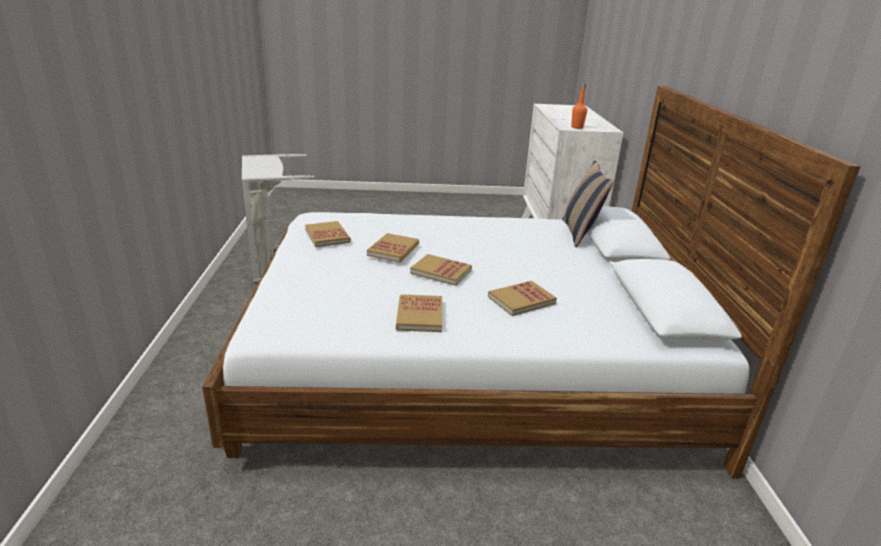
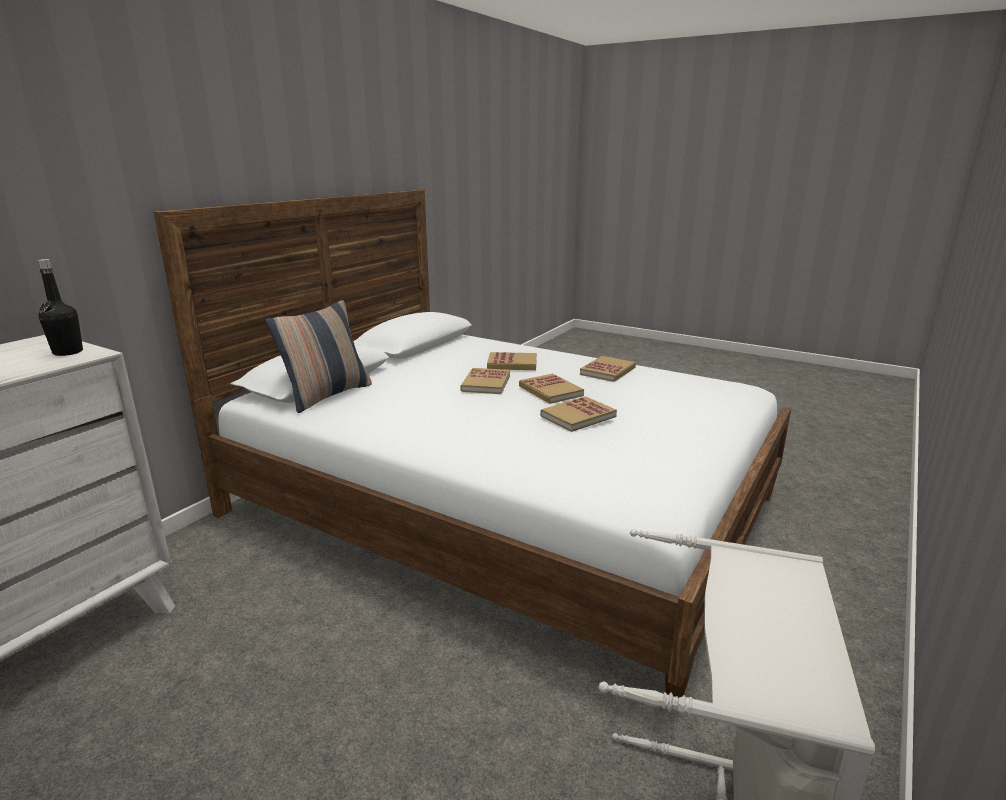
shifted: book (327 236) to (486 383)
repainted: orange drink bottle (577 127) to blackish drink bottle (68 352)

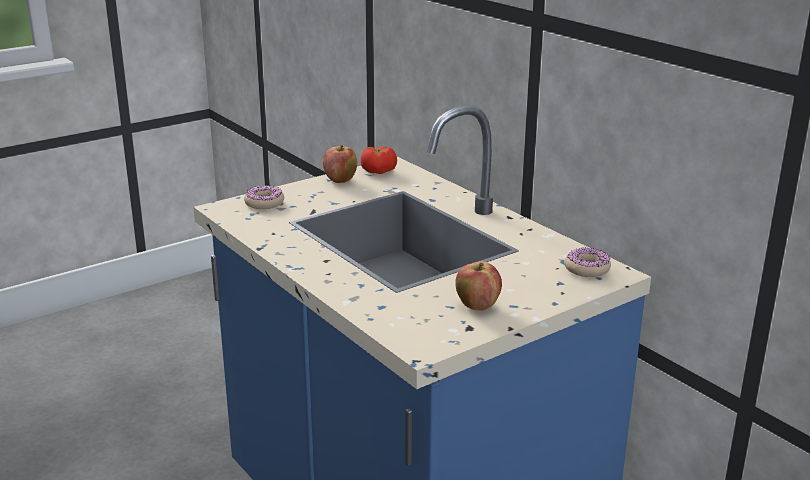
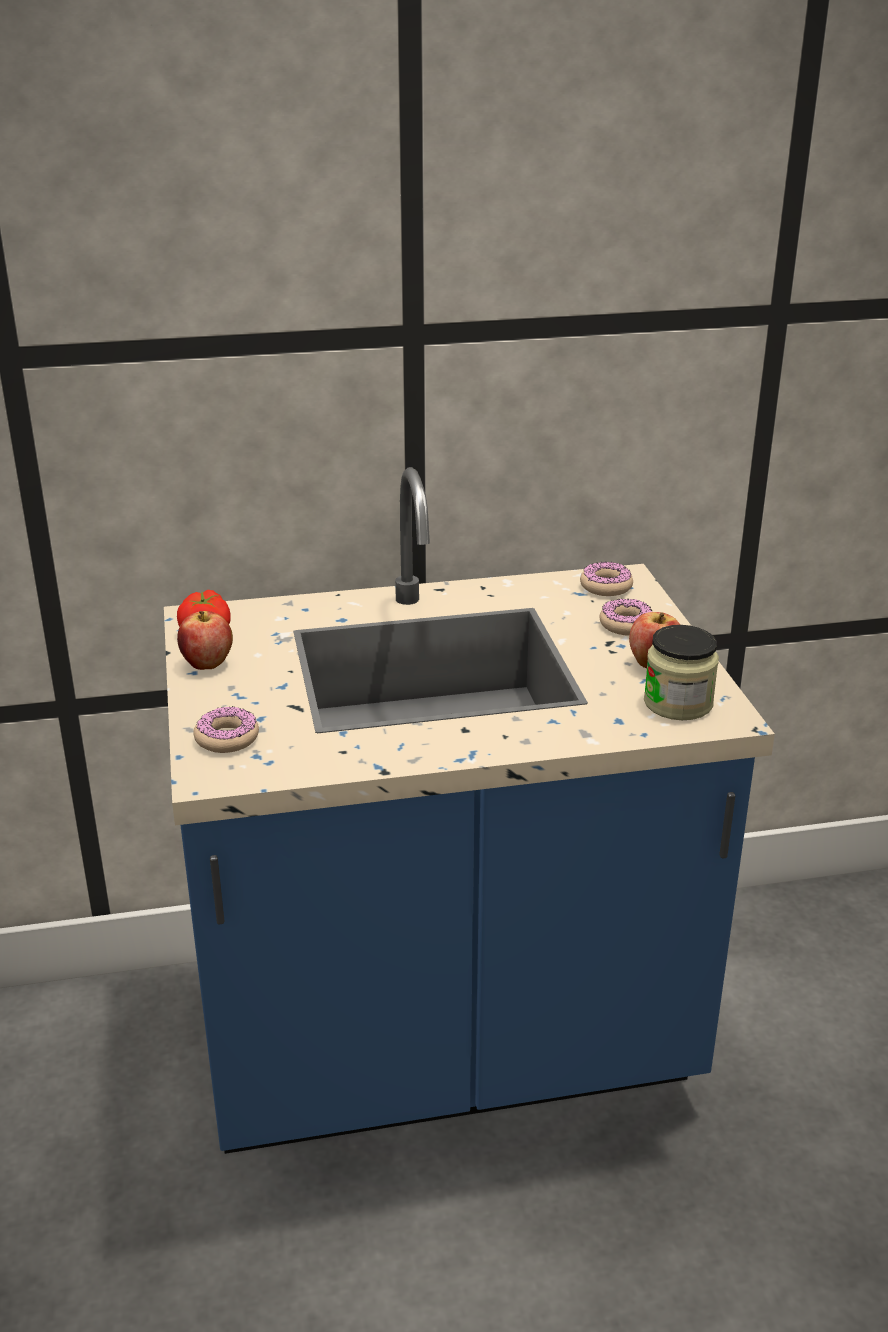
new: doughnut (626 625); storage jar (678 703)

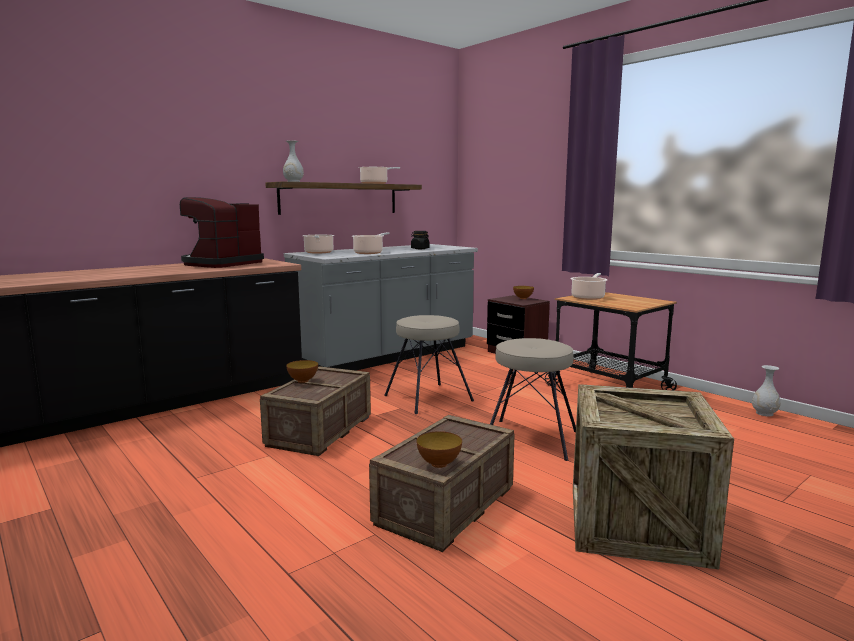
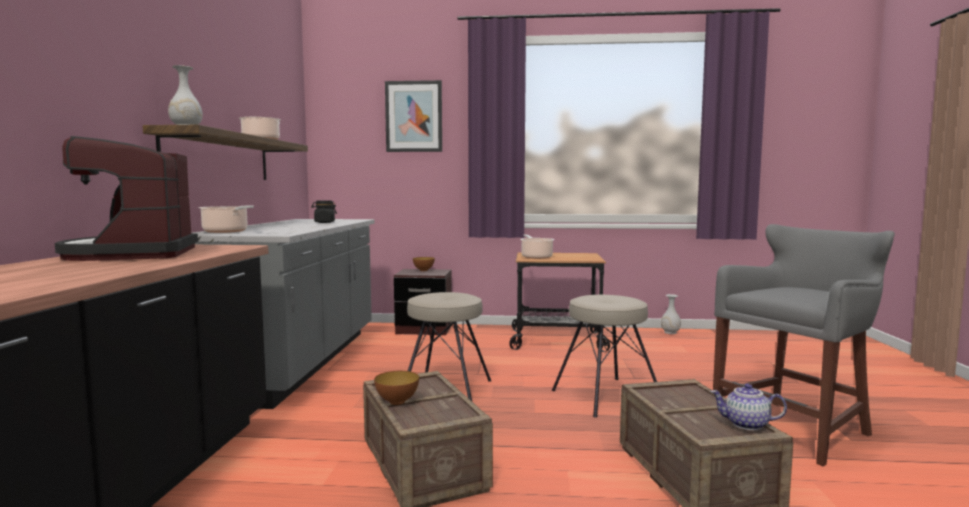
gone: stockpot (369 253)
new: wall picture (414 116)
swapped: packing crate (636 523) to greyish stool (795 428); serving bowl (439 464) to teapot (746 424)

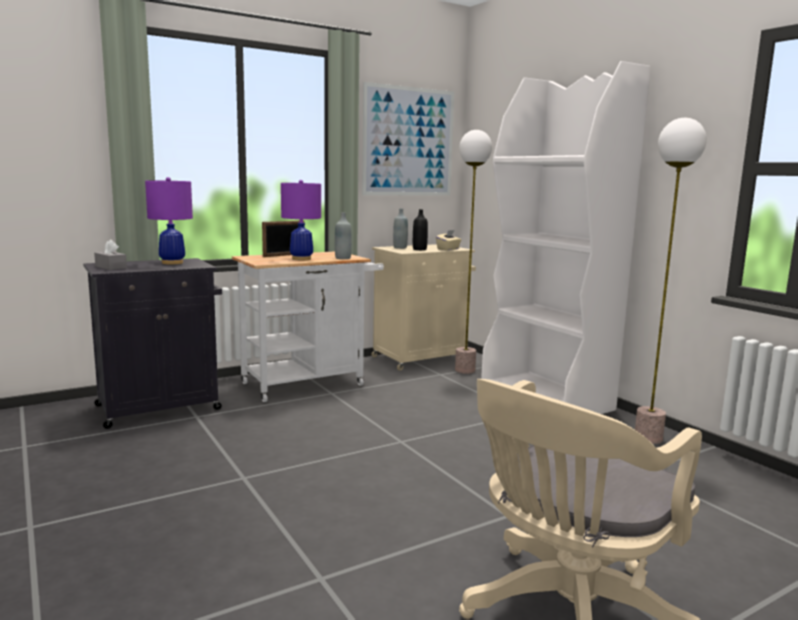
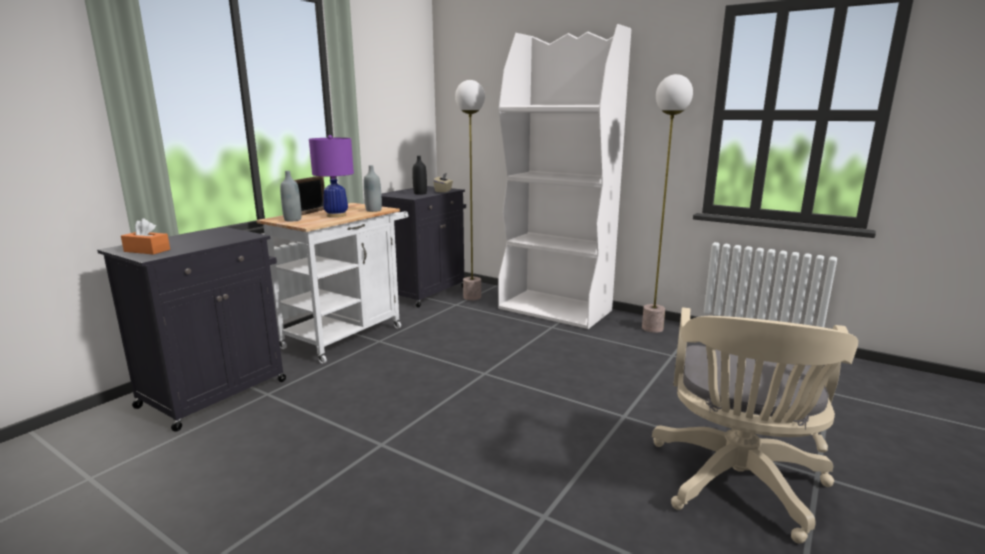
gone: wall picture (408 142); purple-coloured tabletop lamp (172 263)
shifted: greyish drink bottle (400 247) to (292 220)
repainted: greyish tissue holder (111 267) to orange tissue holder (147 250); sand-coloured cupboard (421 358) to blackish cupboard (425 292)

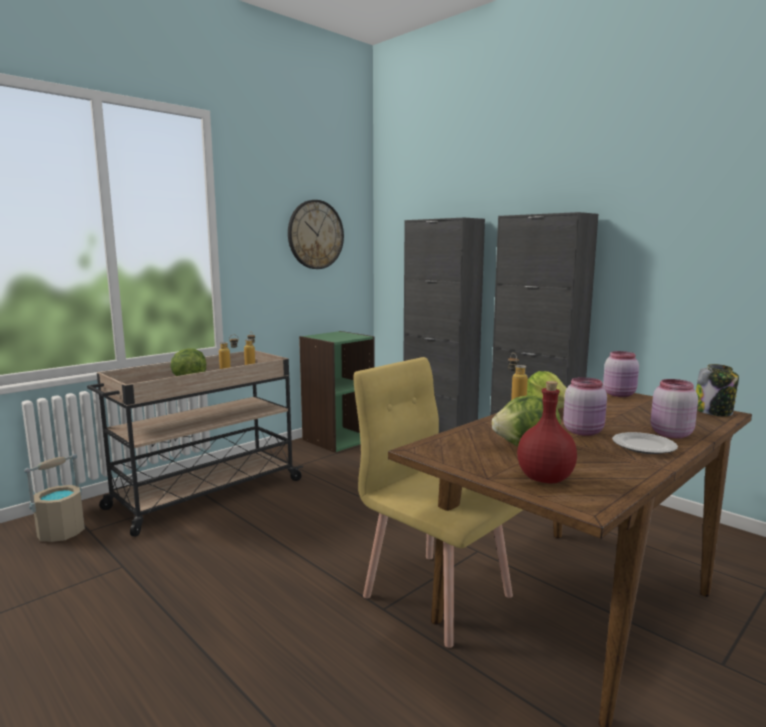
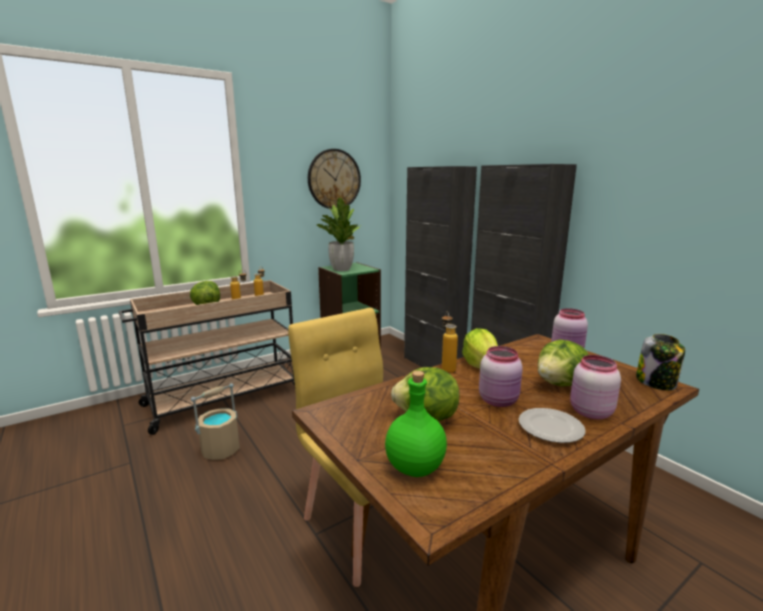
new: houseplant (341 269); head of lettuce (561 384)
shifted: sand-coloured water bucket (61 532) to (221 449)
repainted: red drink bottle (546 479) to green-coloured drink bottle (416 468)

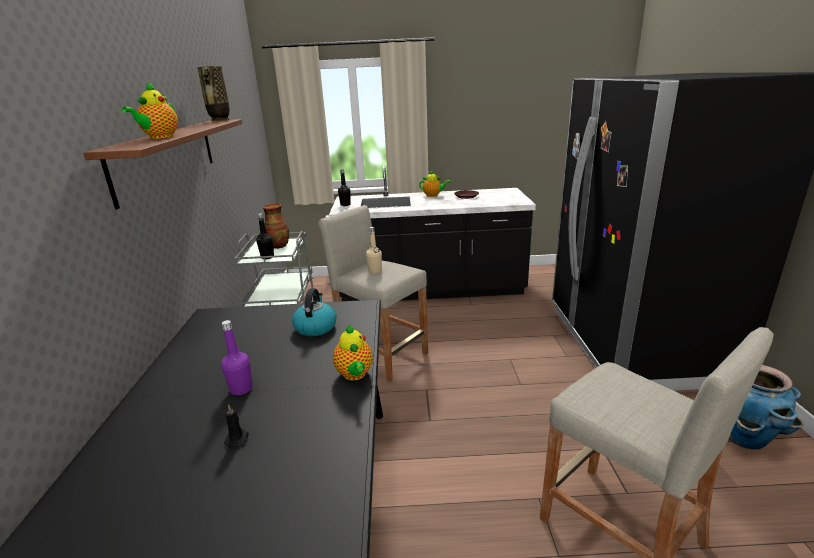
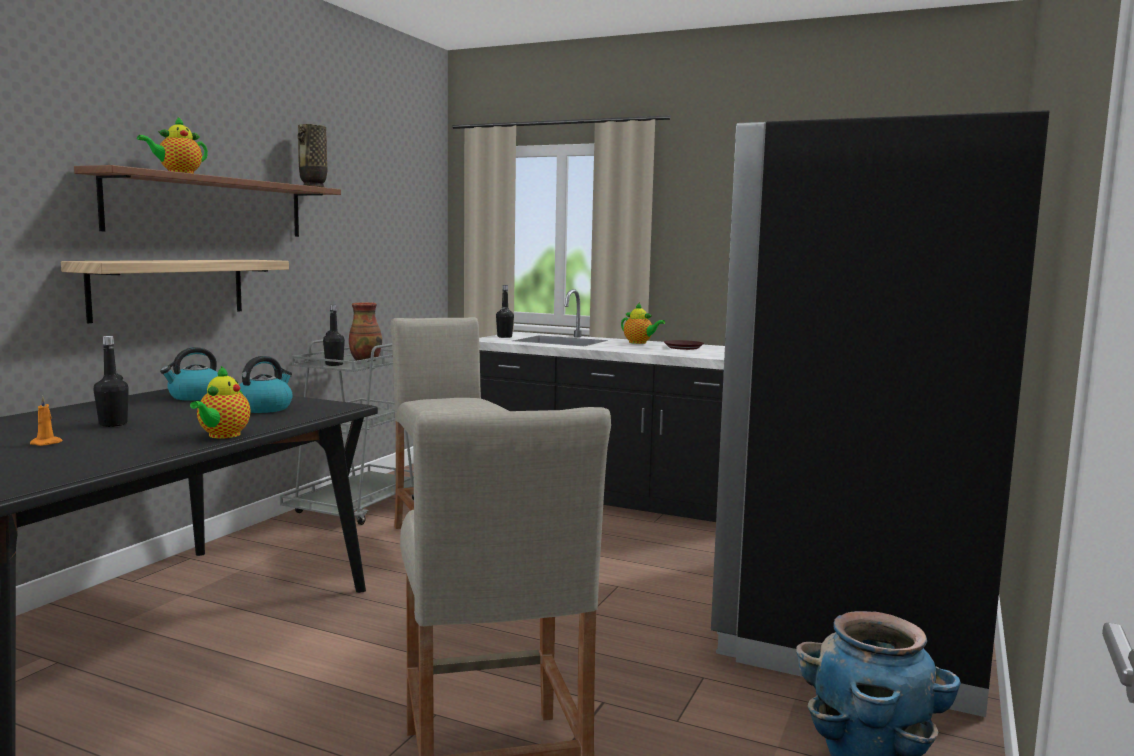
gone: sand-coloured drink bottle (375 271)
new: shelf (169 288); kettle (195 397)
repainted: purple-coloured drink bottle (241 389) to blackish drink bottle (113 424); blackish wax light (237 439) to orange wax light (47 443)

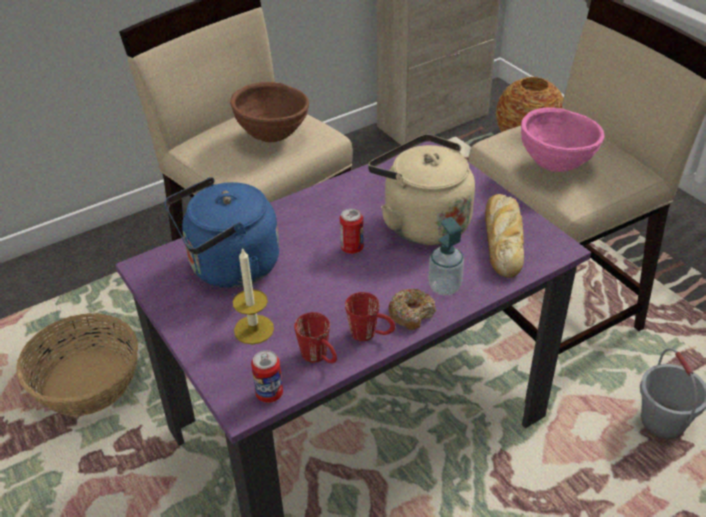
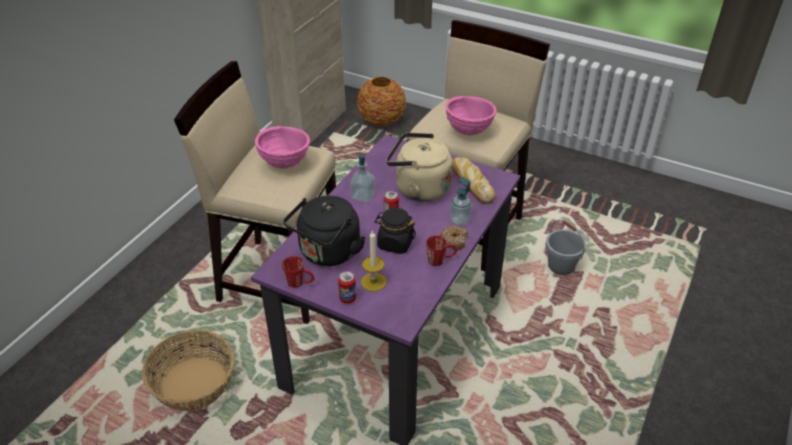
new: soap bottle (363 196); blackish storage jar (395 243)
shifted: red tea mug (320 358) to (300 283); can (269 394) to (348 298)
repainted: brown-coloured serving bowl (273 137) to pinkish serving bowl (285 164); bluish kettle (229 268) to blackish kettle (328 253)

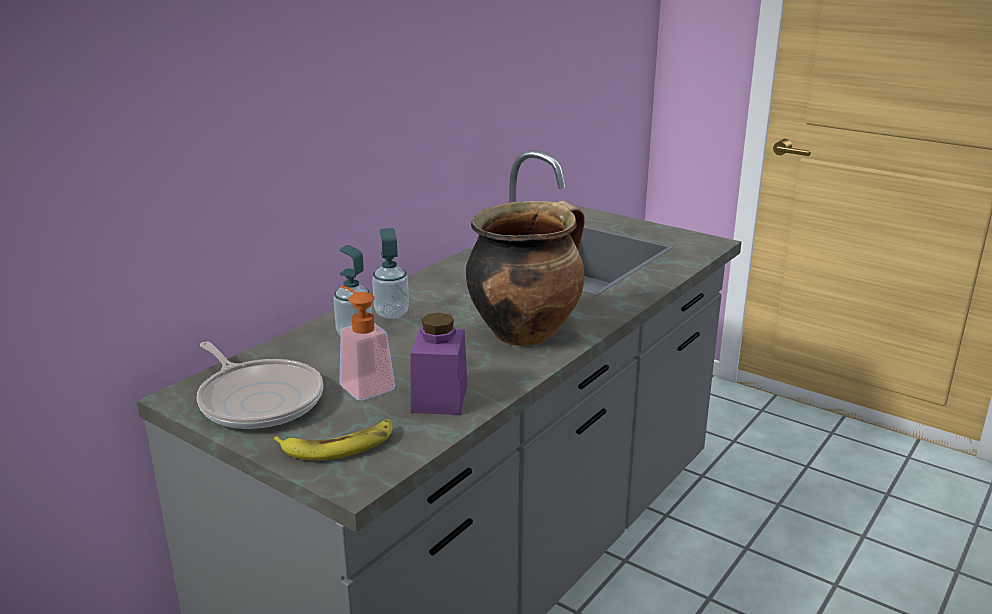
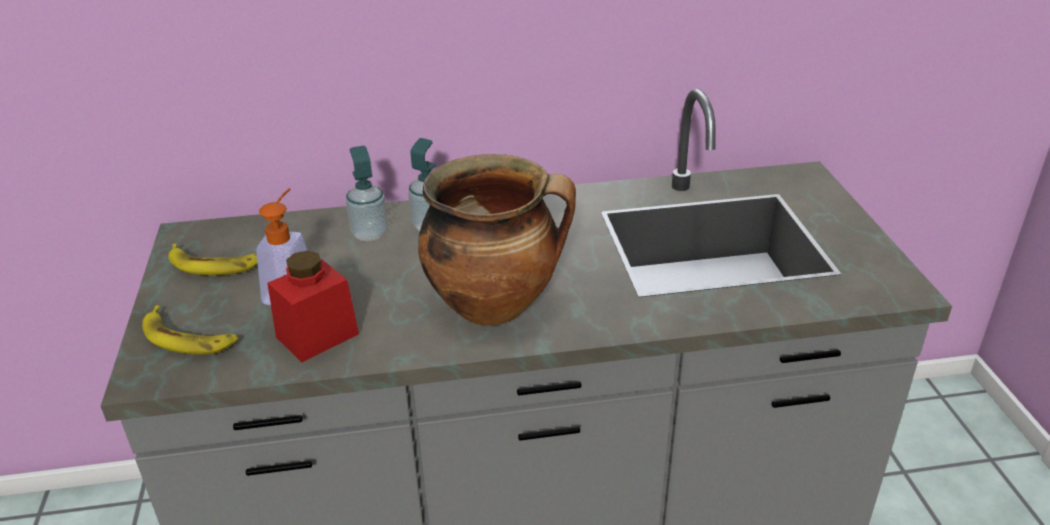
swapped: skillet (259 400) to whole banana (215 264)
repainted: purple-coloured storage jar (439 397) to red storage jar (317 335)

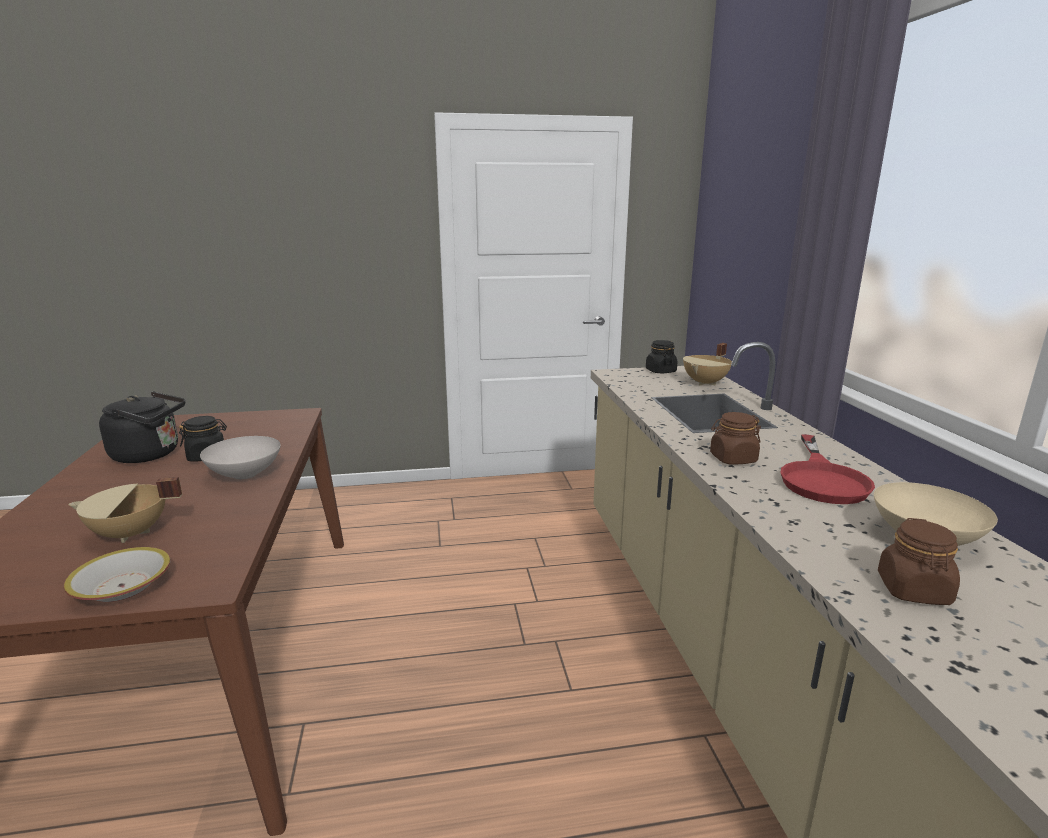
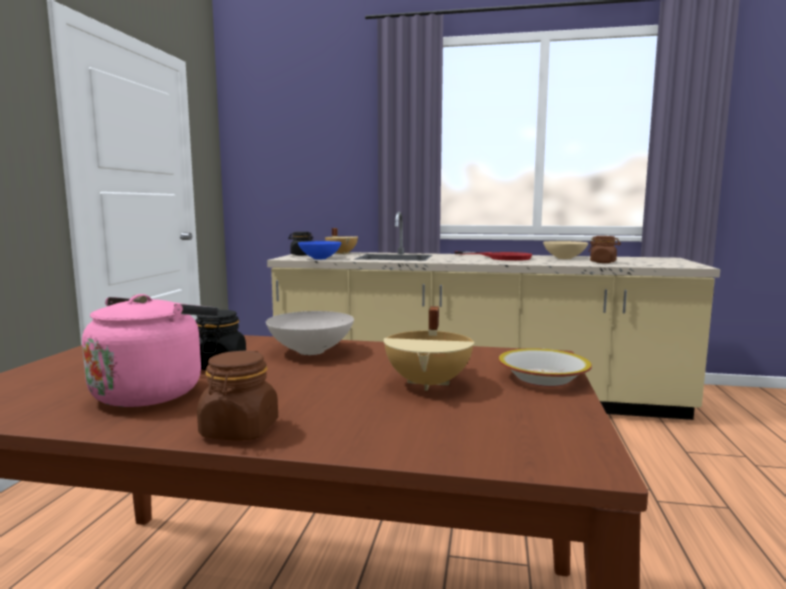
new: bluish serving bowl (319 258)
shifted: brown-coloured storage jar (733 459) to (239 430)
repainted: blackish kettle (150 454) to pinkish kettle (152 391)

